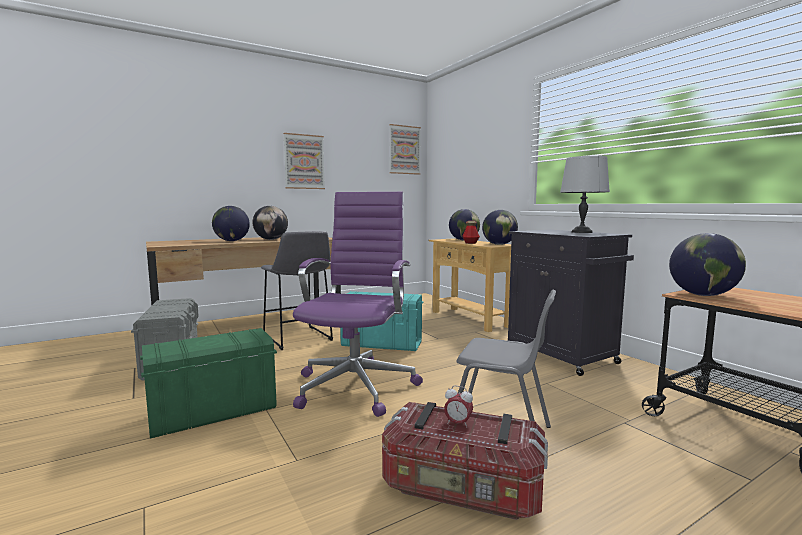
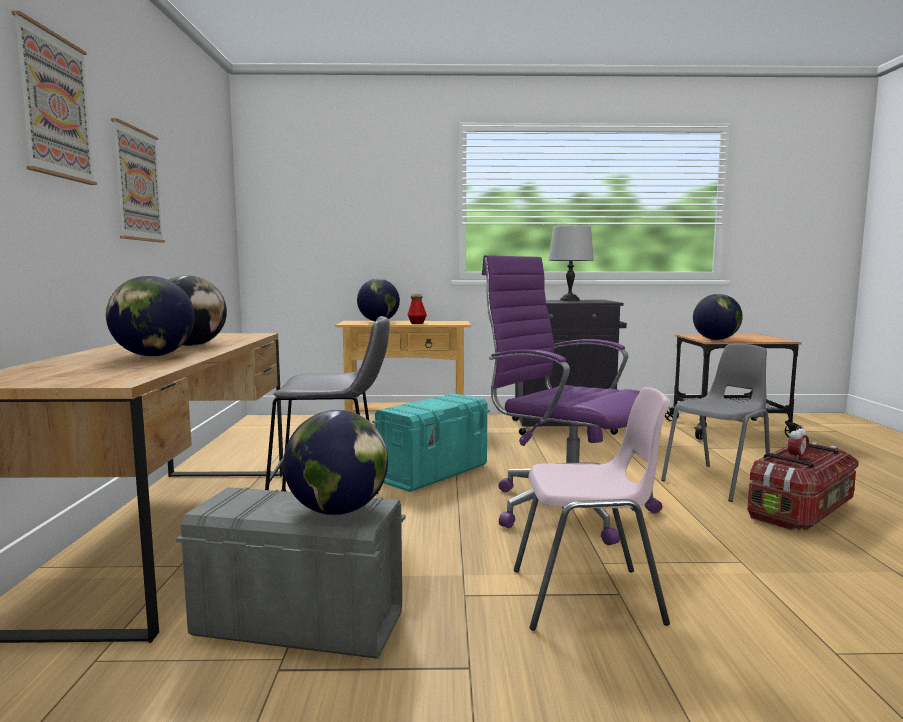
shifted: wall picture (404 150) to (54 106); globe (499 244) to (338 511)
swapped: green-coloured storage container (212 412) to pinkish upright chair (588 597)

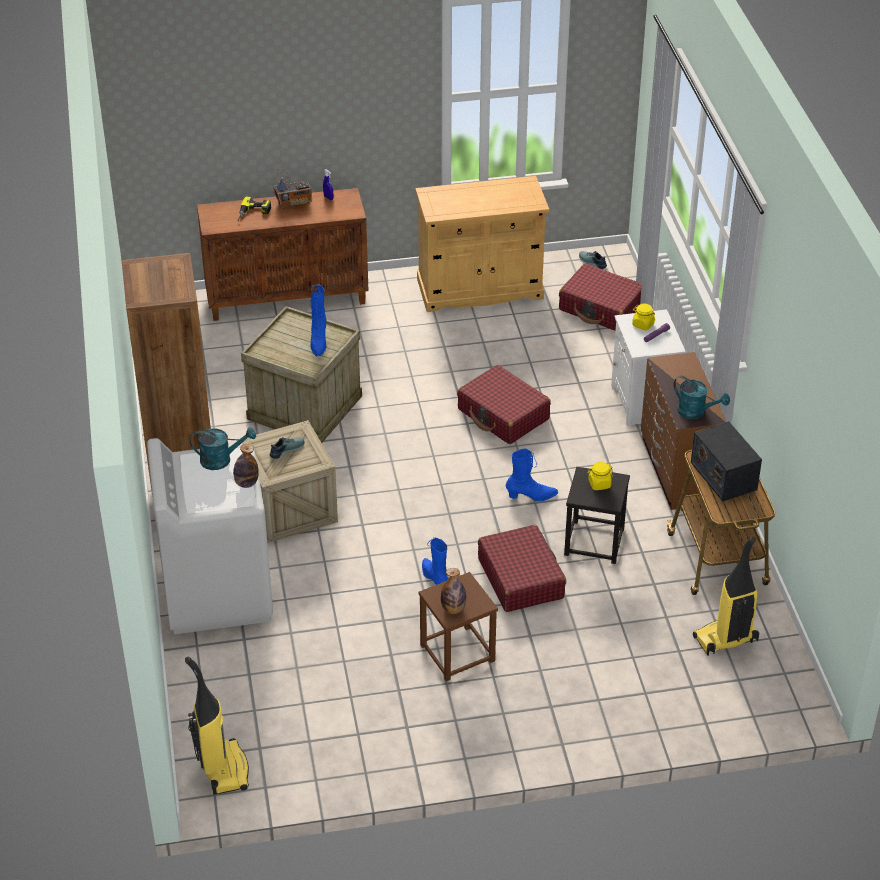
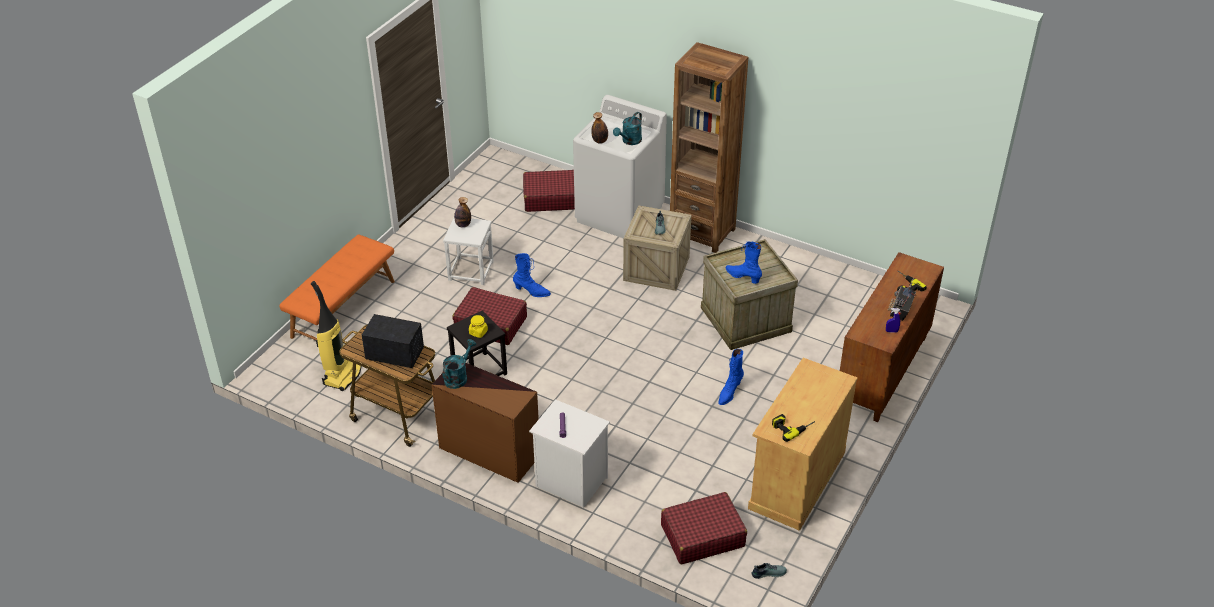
gone: yellowish storage jar (643 324); vacuum (223 769)
new: orange long seat (343 308); power drill (792 426)
shifted: red suitcase (503 415) to (551 198); bluish boot (531 496) to (729 393)
repainted: brown-coloured stool (457 653) to whitish stool (470 270)
rotated: blue-green watering can (696 412) = (458 377) 135 degrees clockwise

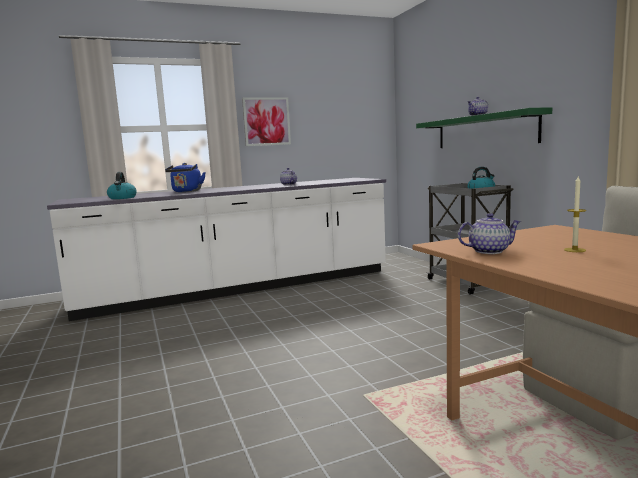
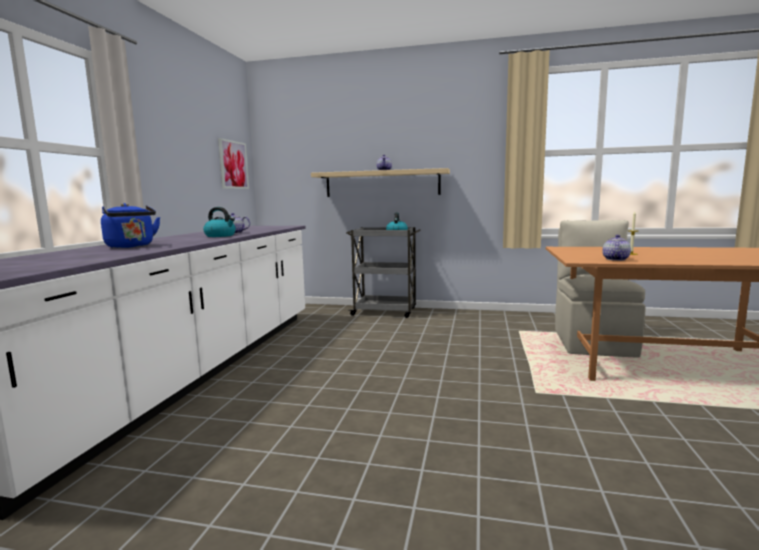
shifted: wall picture (266 121) to (233 165); kettle (122 198) to (221 236)
repainted: green-coloured shelf (484 131) to sand-coloured shelf (382 183)

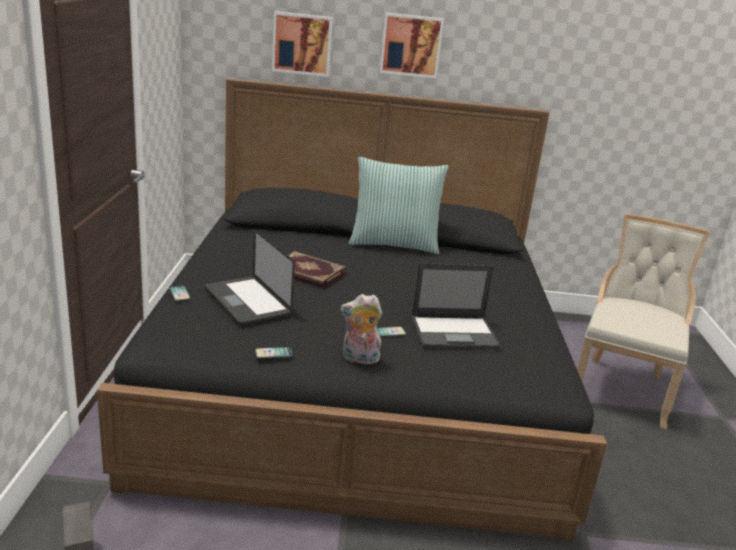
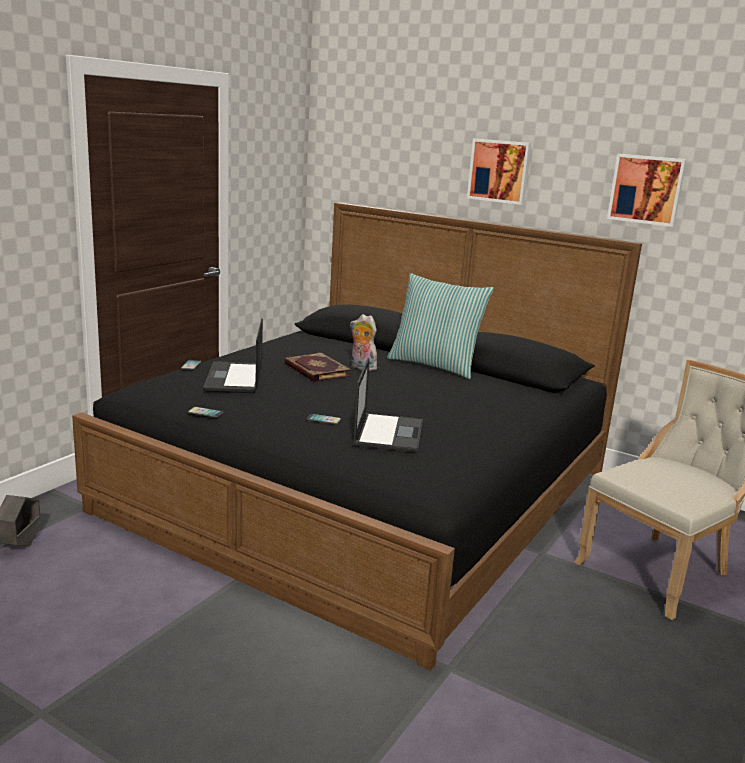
shifted: wall picture (302 44) to (646 189); plush toy (359 359) to (361 367)
rotated: laptop (455 332) = (388 432) 105 degrees counterclockwise

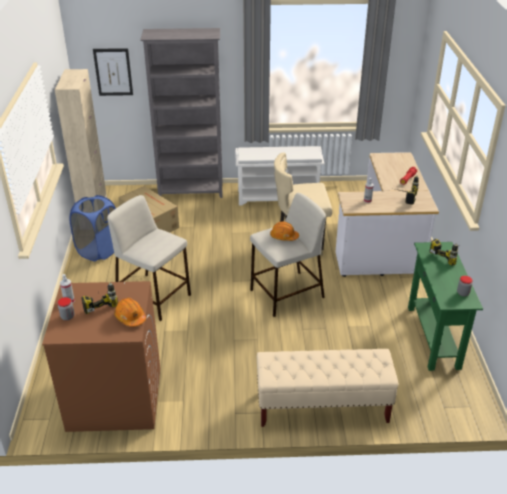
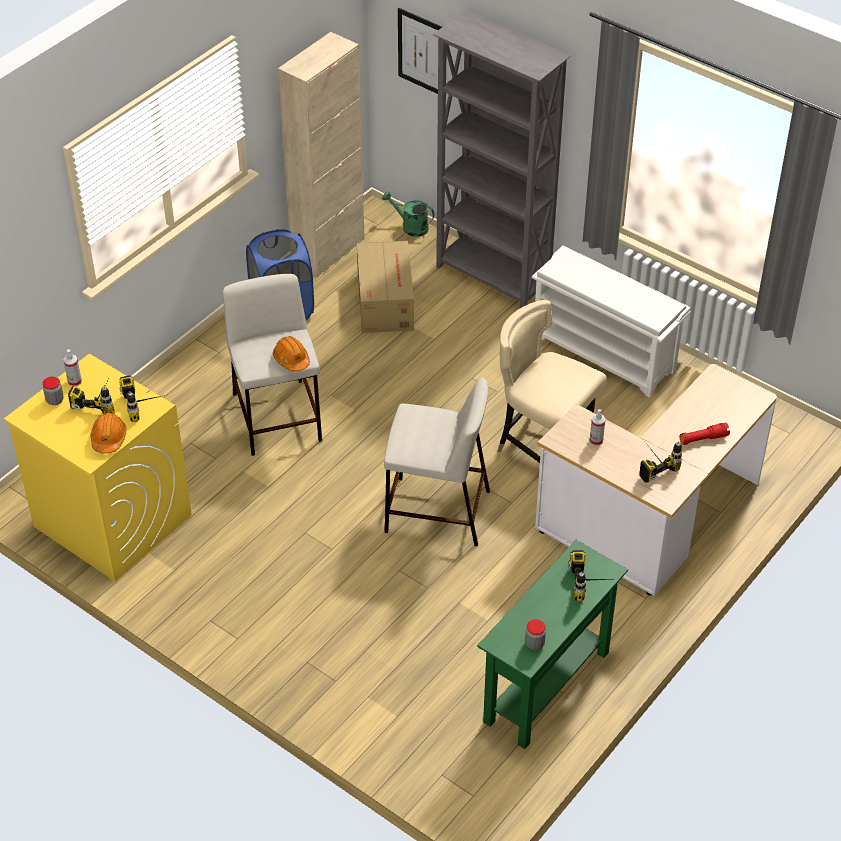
gone: sand-coloured long seat (322 407)
new: green-coloured watering can (410 227); power drill (147 405)
shifted: orange safety helmet (284 236) to (291 359)
repainted: brown-coloured washing machine (114 398) to yellowish washing machine (111 520)

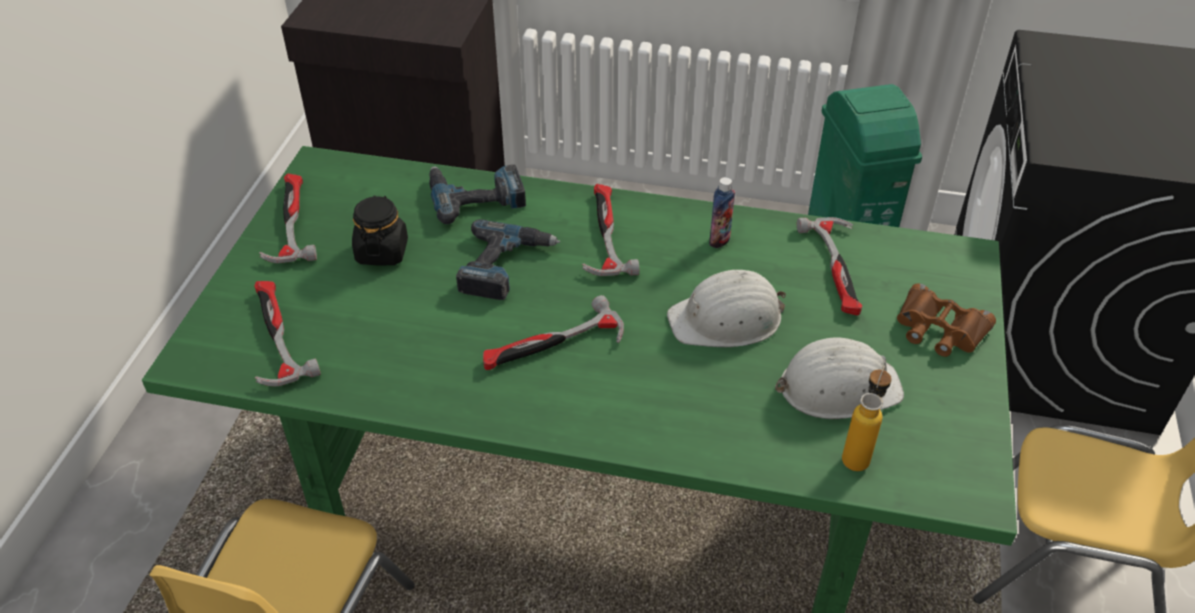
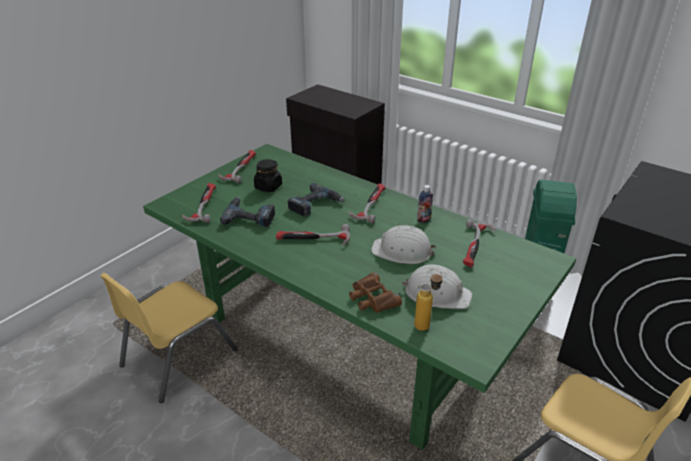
shifted: power drill (476 196) to (250 216); brown-coloured field glasses (939 329) to (372 298)

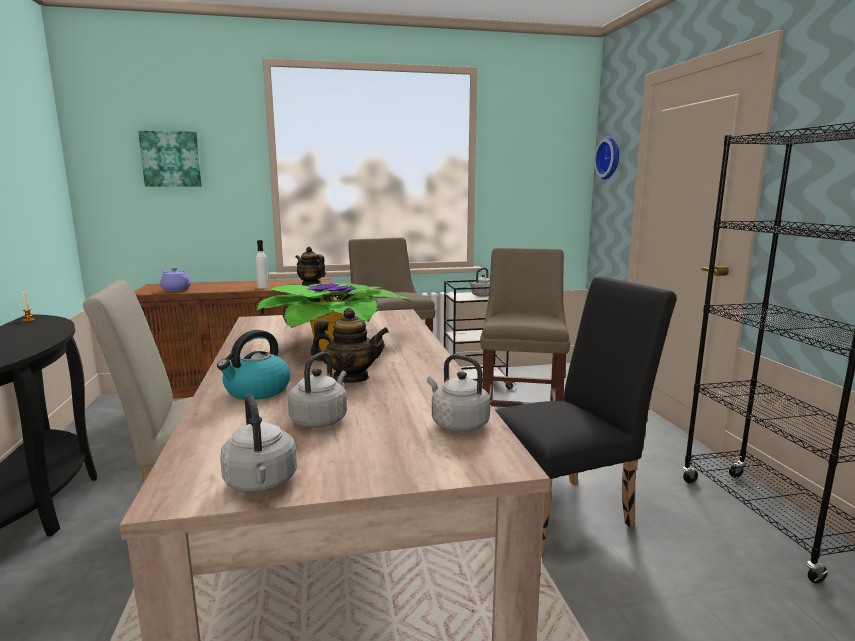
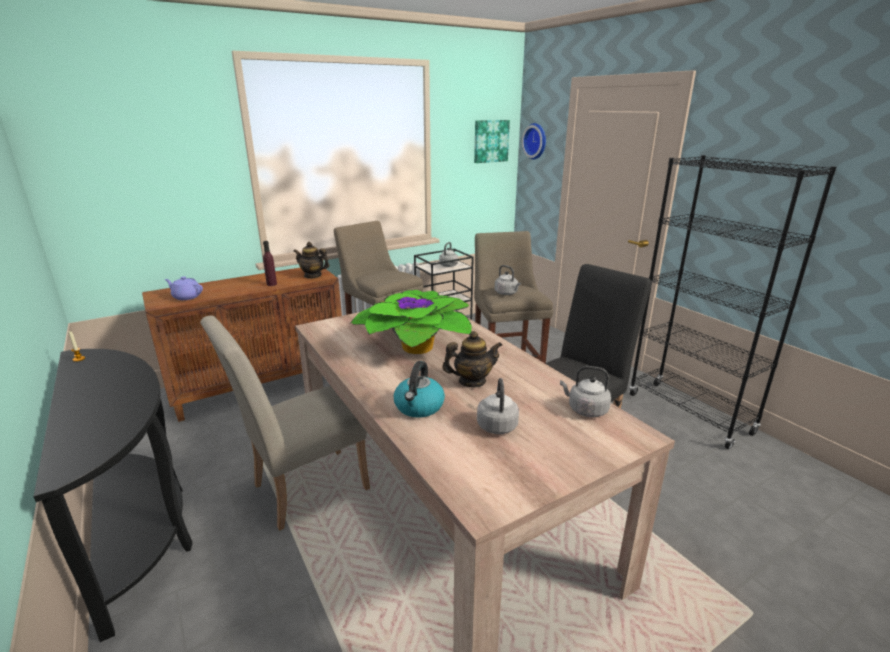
shifted: wall picture (171 159) to (490 141); greyish kettle (261 483) to (507 293)
repainted: whitish drink bottle (263 287) to purple-coloured drink bottle (271 284)

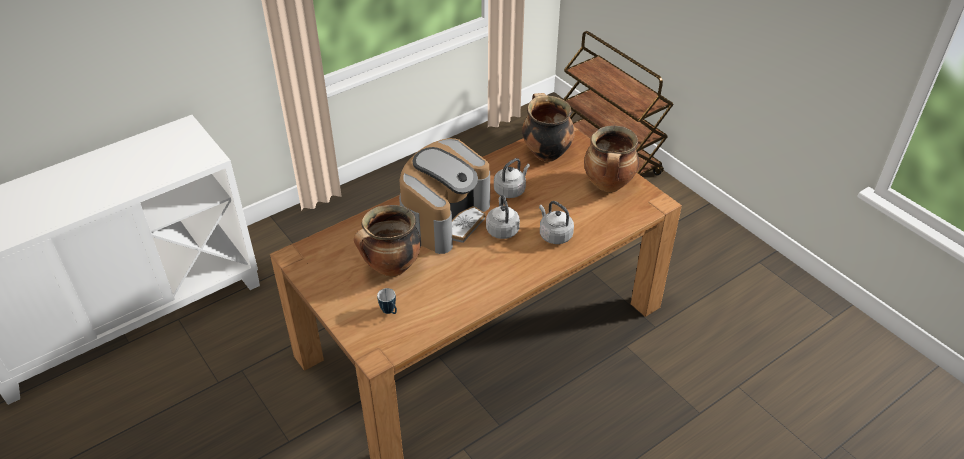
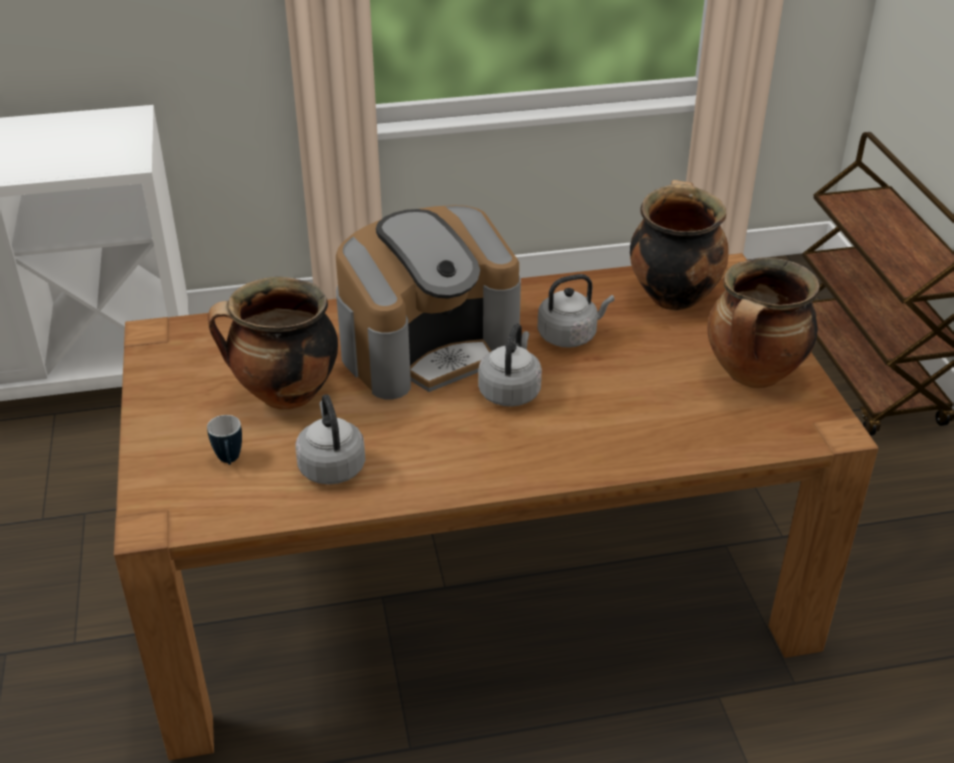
shifted: greyish kettle (554 235) to (331 466)

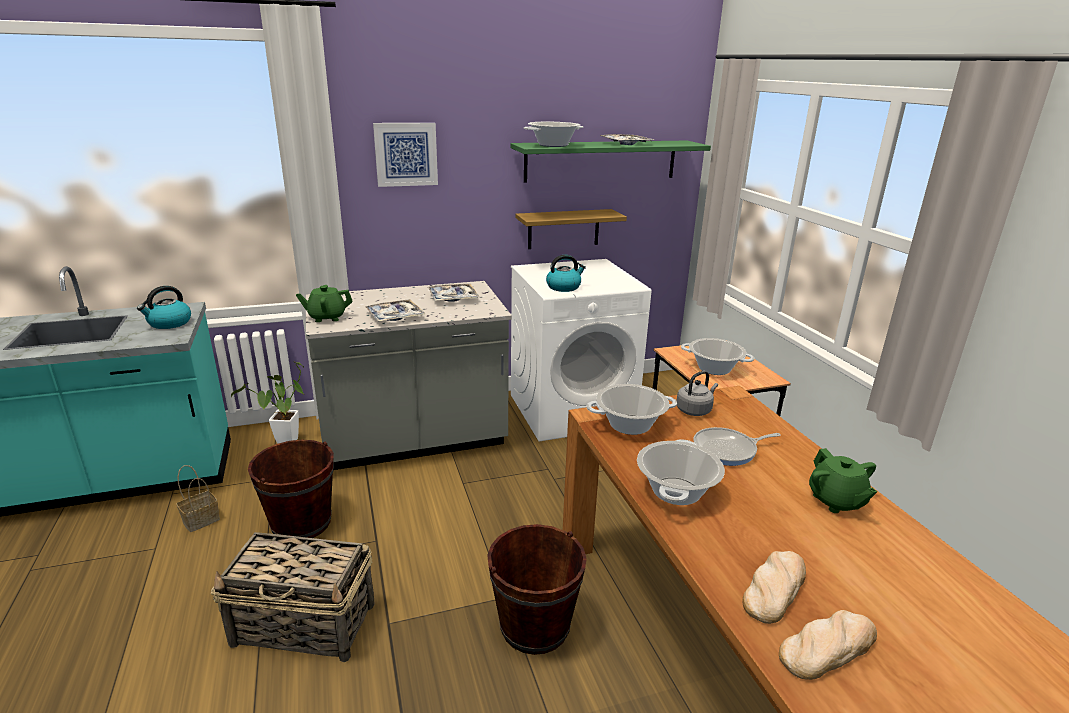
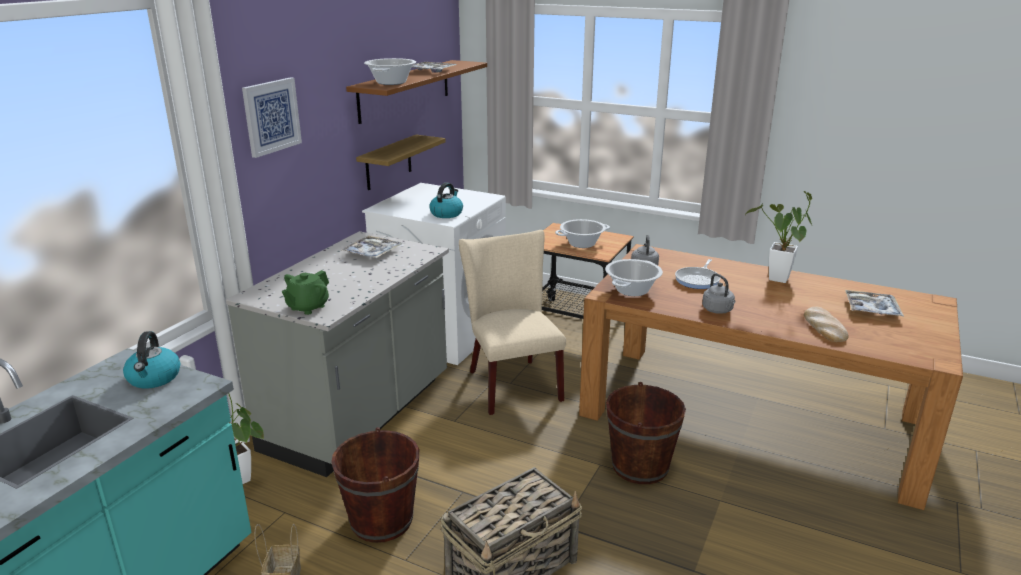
gone: bakery bread (827 647)
new: sand-coloured upright chair (511 382)
shifted: carrying tray (395 316) to (871 309)
swapped: stockpot (676 491) to greyish kettle (718 310); green-coloured teapot (836 501) to houseplant (777 281)
repainted: green-coloured shelf (601 160) to brown-coloured shelf (405 90)

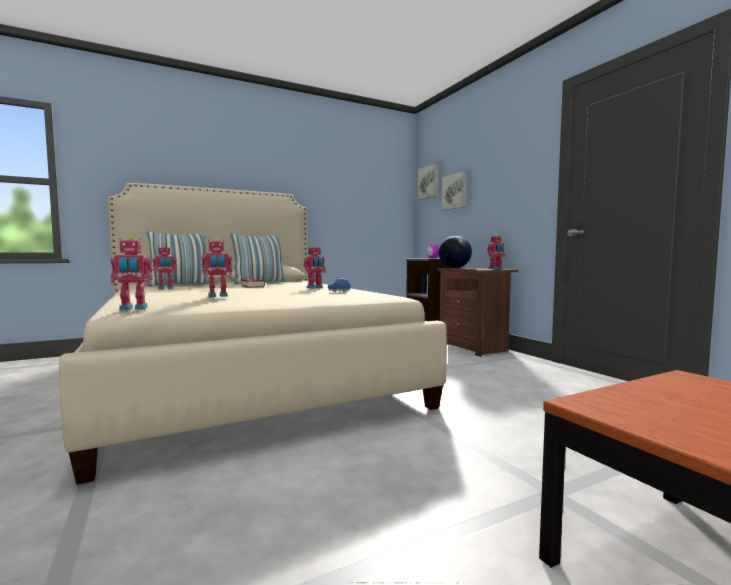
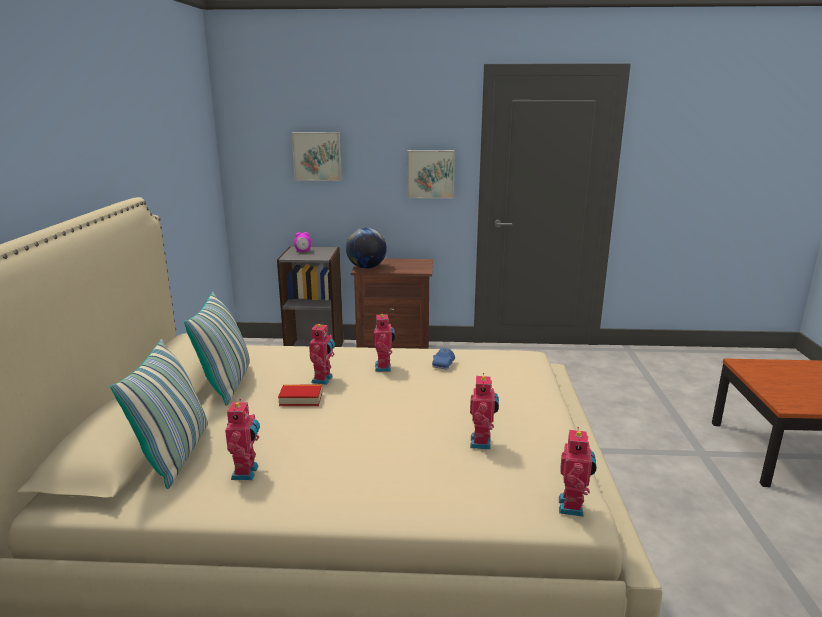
shifted: wall picture (428 182) to (430 174); model robot (495 269) to (323 380)

